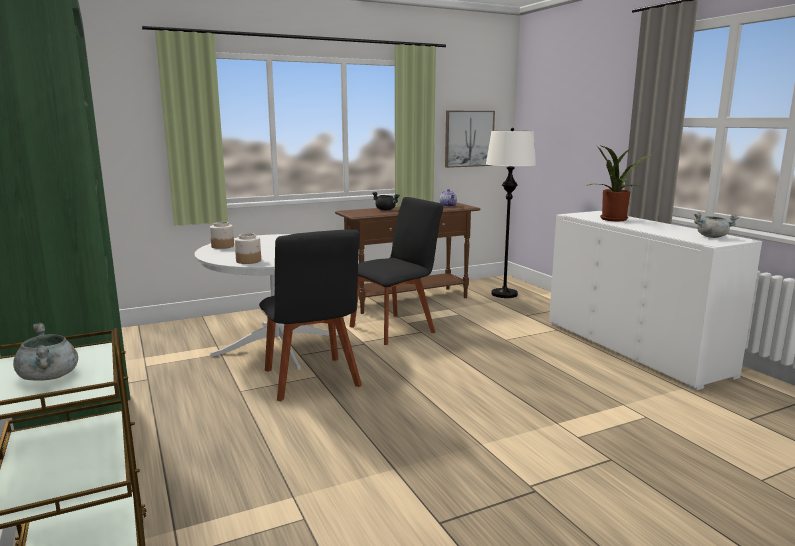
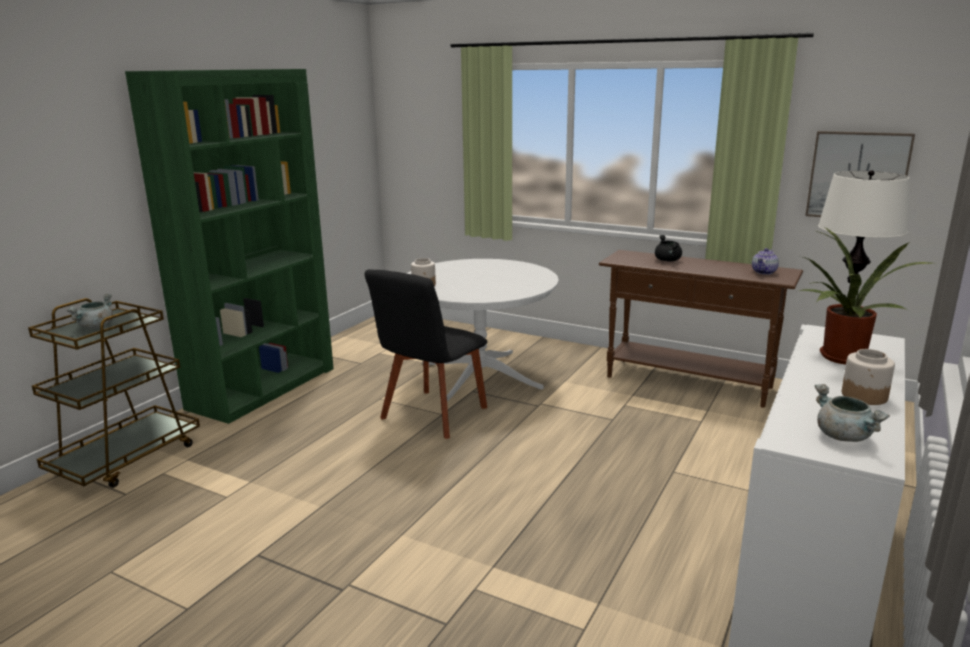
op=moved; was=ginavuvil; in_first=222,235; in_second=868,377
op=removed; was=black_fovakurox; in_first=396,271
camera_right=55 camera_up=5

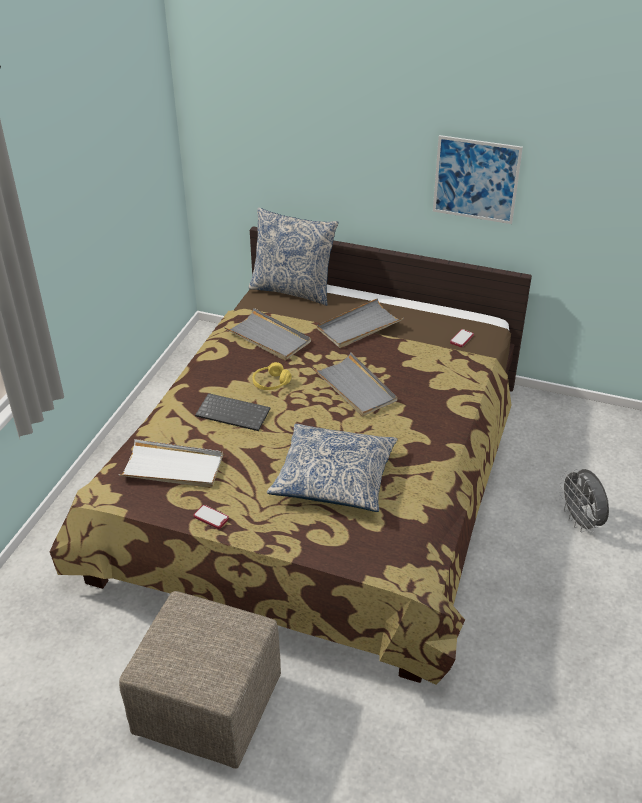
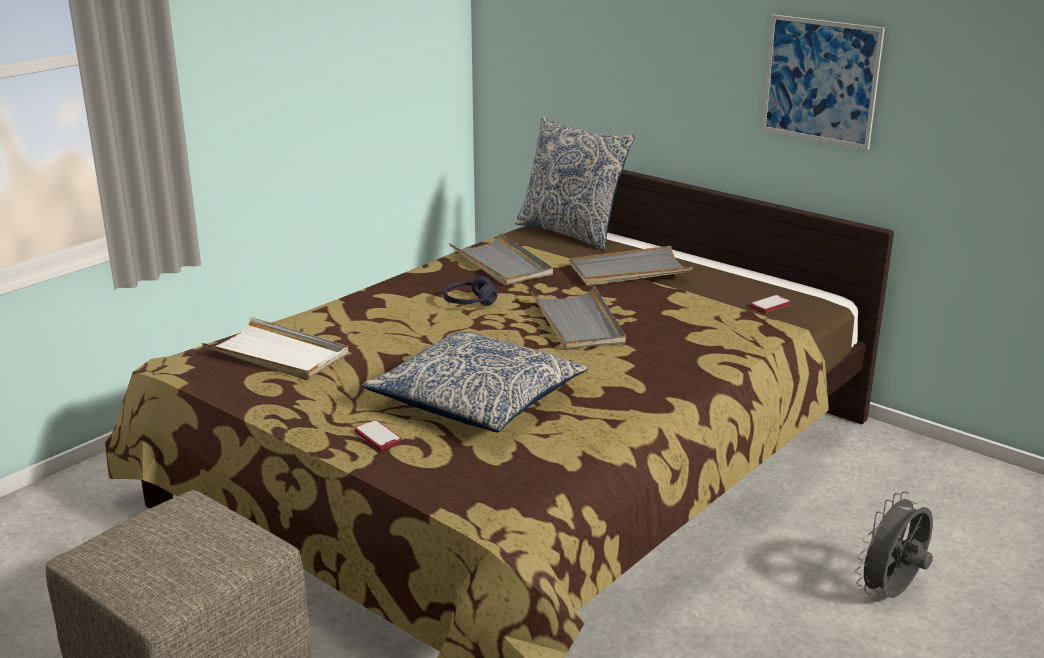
op=moved; was=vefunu; in_first=211,517; in_second=378,435
op=recoloured; was=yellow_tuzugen; now=purple_tuzugen; in_first=271,376; in_second=470,291
op=turned; was=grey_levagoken; in_first=584,501; in_second=894,544; clockwise=45
op=removed; was=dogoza; in_first=233,412
camera_right=20 camera_up=-15

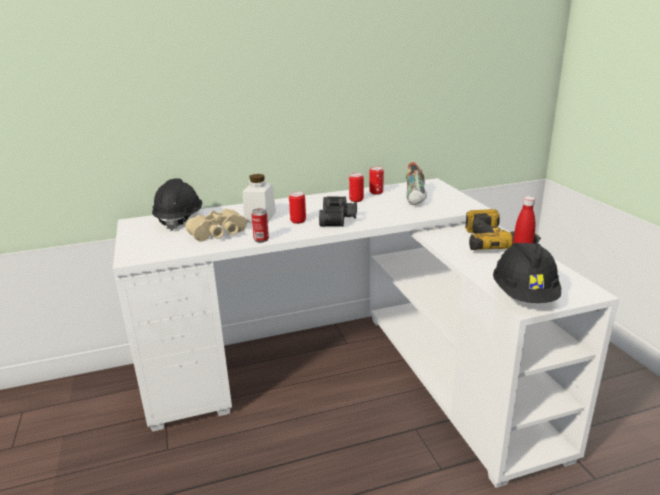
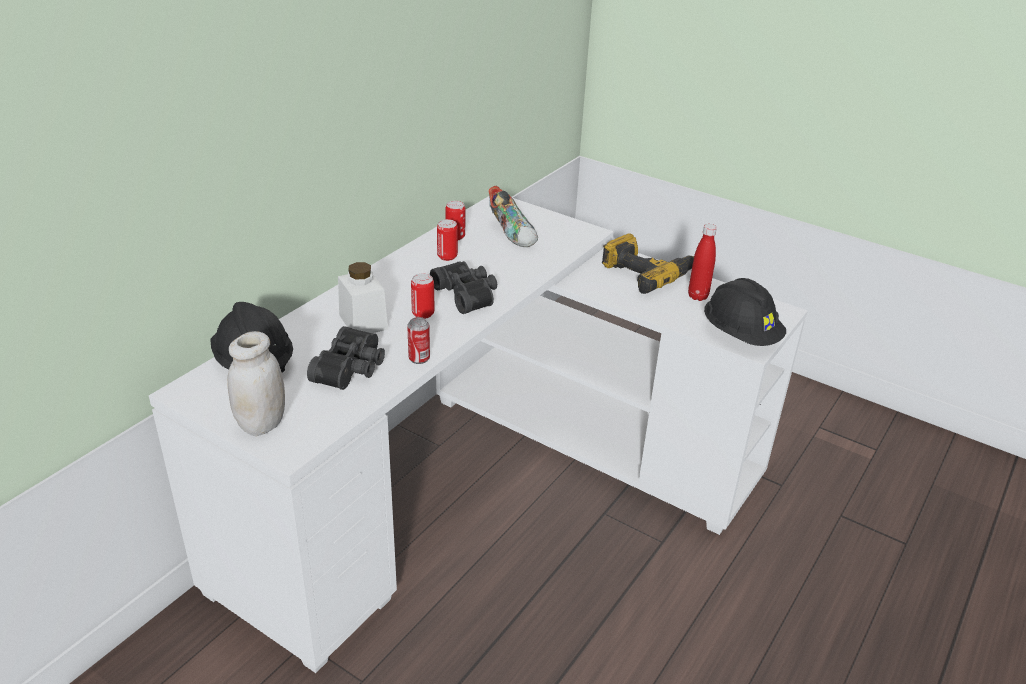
op=added; now=white_ginavuvil; in_second=256,383
op=recoloured; was=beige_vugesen; now=black_vugesen; in_first=216,225; in_second=346,358
camera_right=-40 camera_up=10

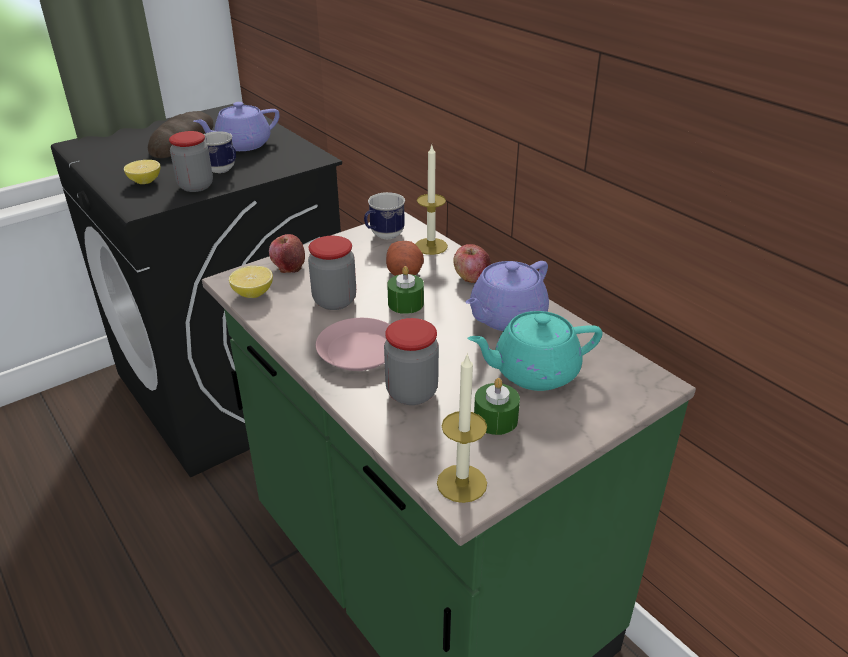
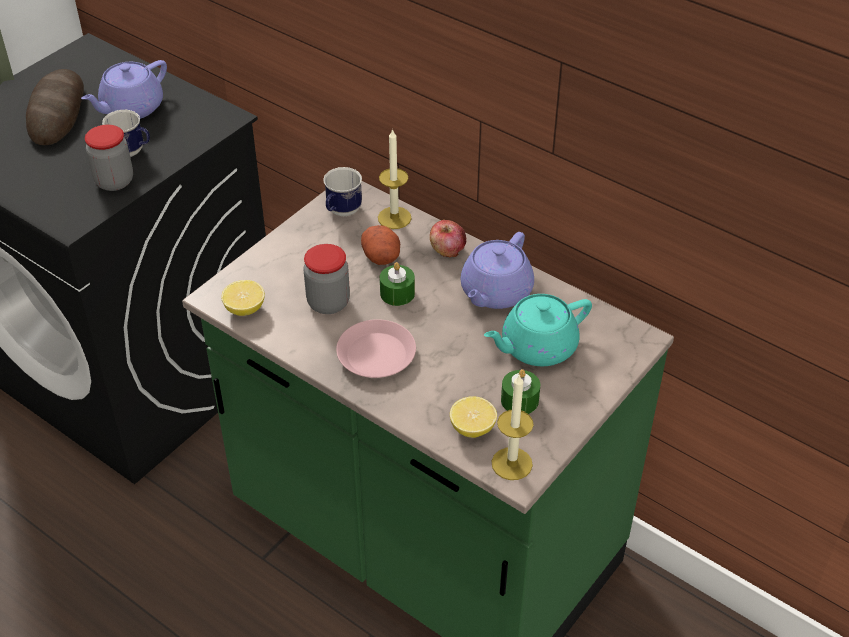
op=moved; was=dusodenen; in_first=142,172; in_second=473,417
op=removed; was=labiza; in_first=287,253
op=removed; was=ginavuvil; in_first=411,361
camera_right=-15 camera_up=10

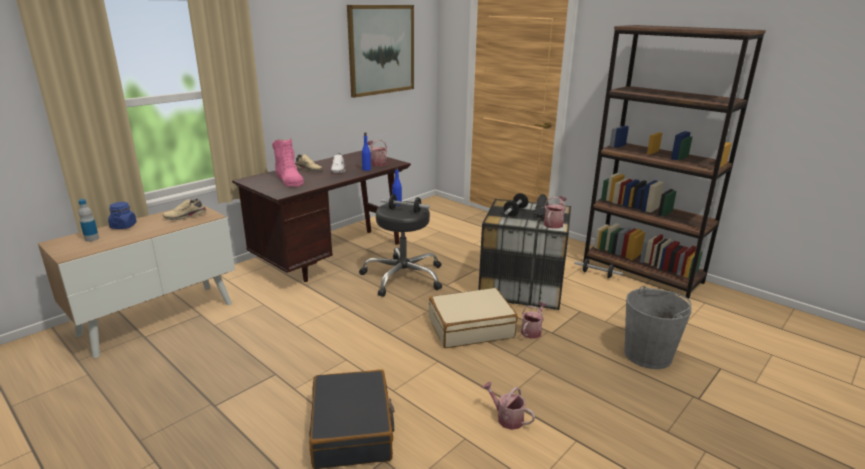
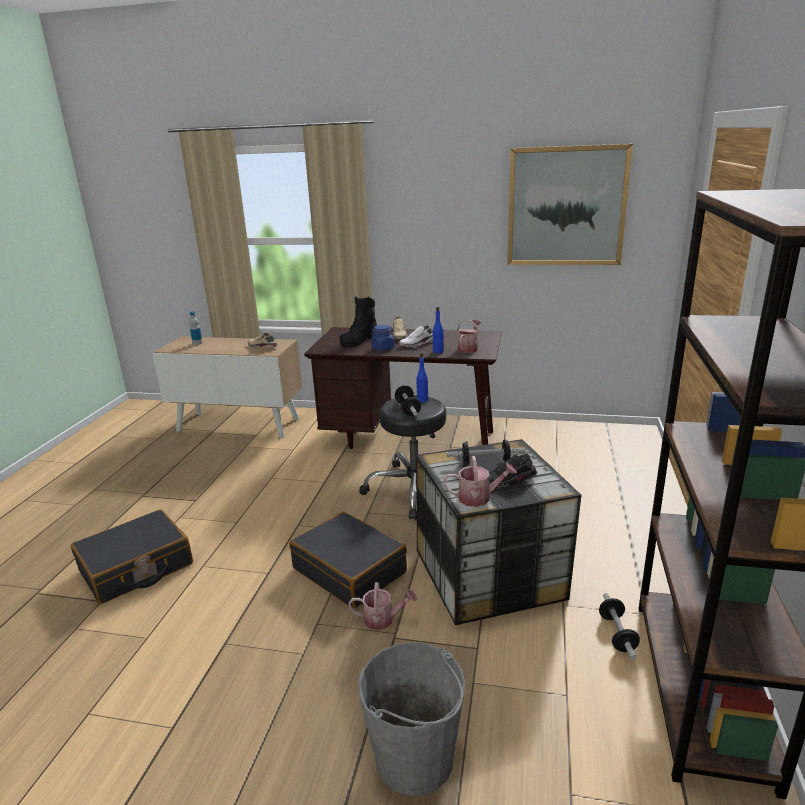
op=recoloured; was=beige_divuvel; now=black_divuvel; in_first=473,318; in_second=348,559
op=recoloured; was=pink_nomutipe; now=black_nomutipe; in_first=288,163; in_second=358,321
op=moved; was=blue_ginavuvil; in_first=122,215; in_second=382,338
op=removed; was=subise; in_first=508,406
camera_right=60 camera_up=0

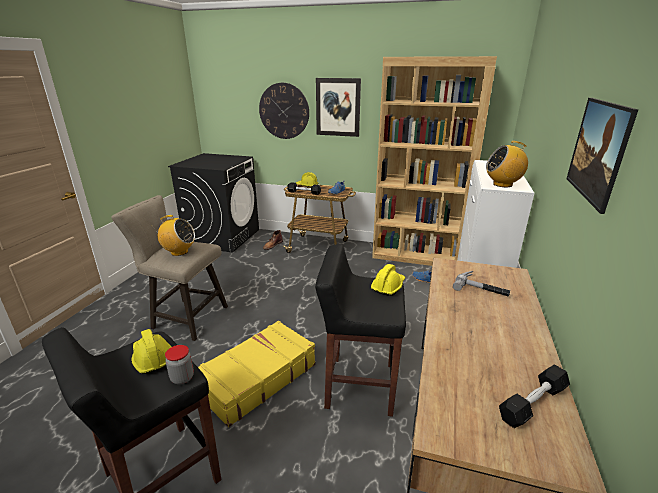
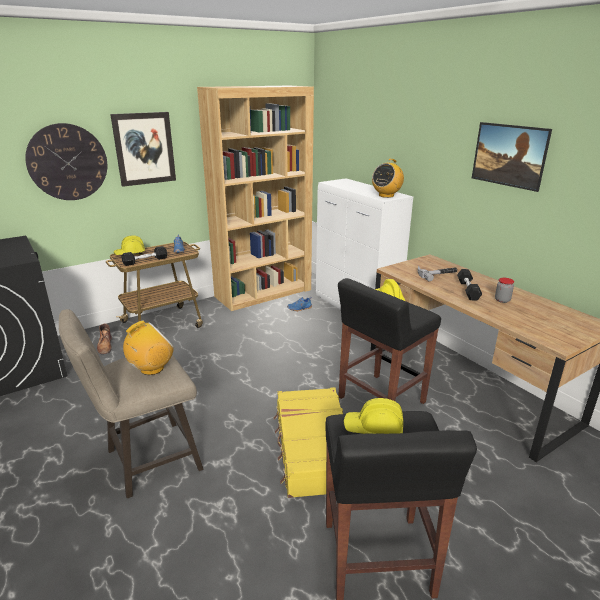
op=moved; was=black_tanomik; in_first=534,396; in_second=469,285
op=moved; was=ginavuvil; in_first=179,364; in_second=504,290
camera_right=-50 camera_up=0

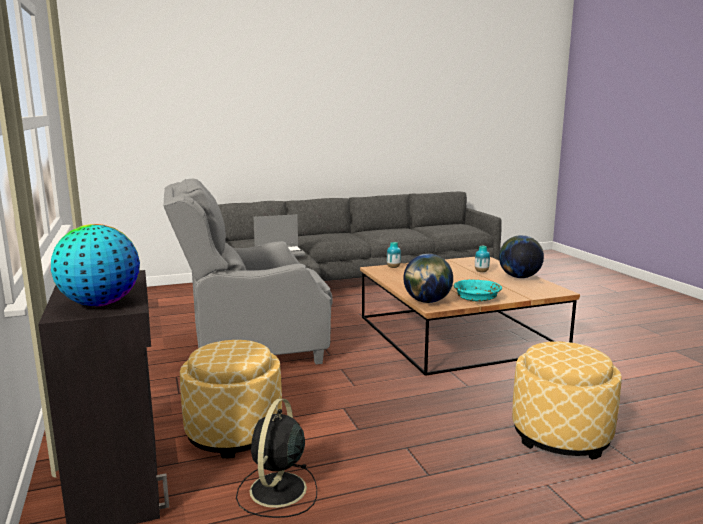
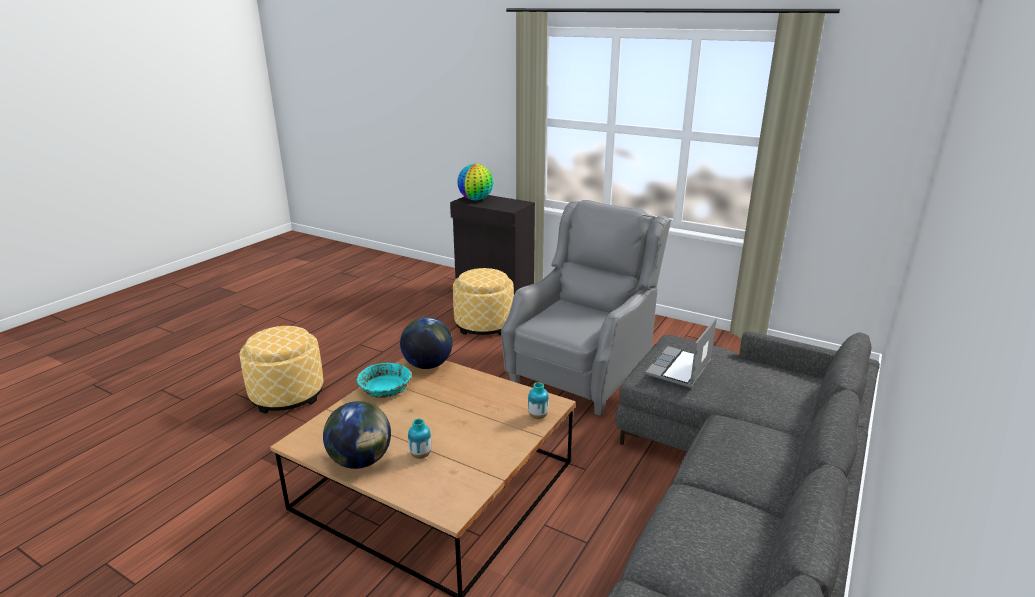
op=removed; was=black_levagoken; in_first=276,458
camera_right=140 camera_up=10

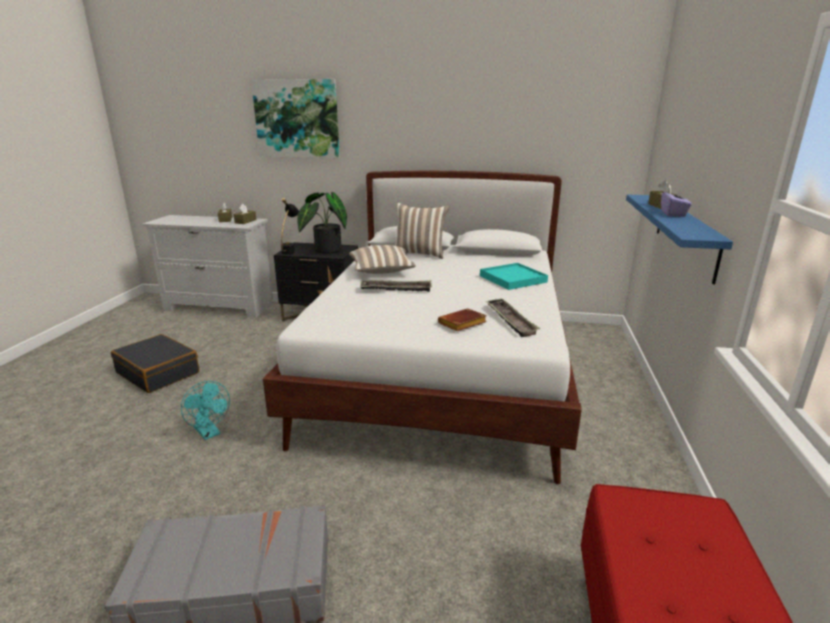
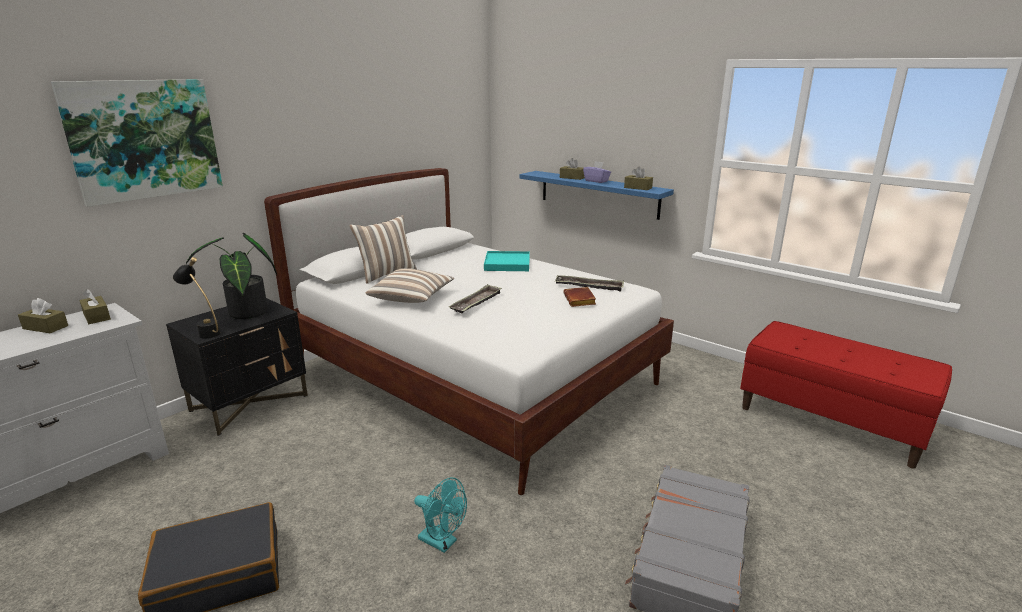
op=turned; was=turquoise_levagoken; in_first=205,410; in_second=440,515; clockwise=45
op=added; now=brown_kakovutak; in_second=638,178
camera_right=-60 camera_up=0

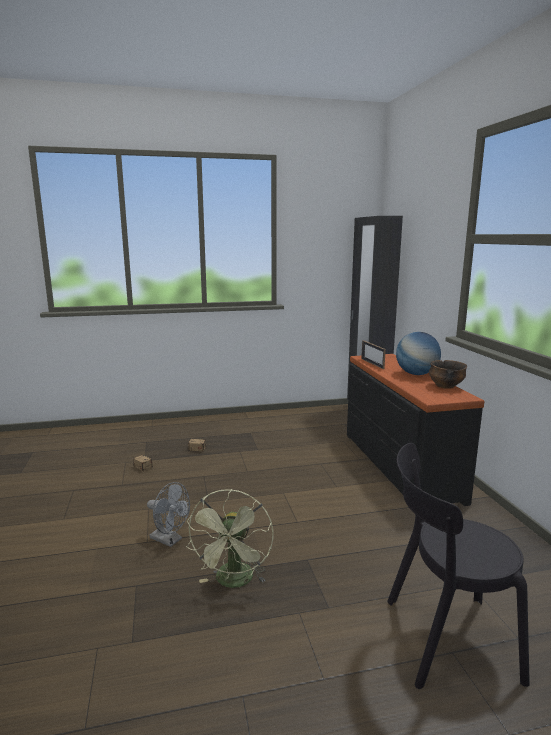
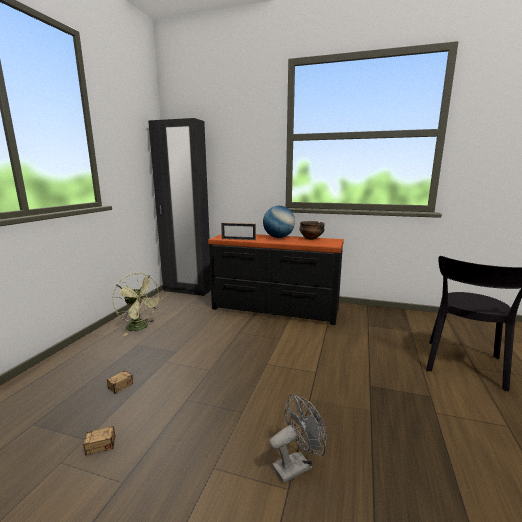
op=moved; was=green_levagoken; in_first=230,538; in_second=137,304
camera_right=-60 camera_up=0

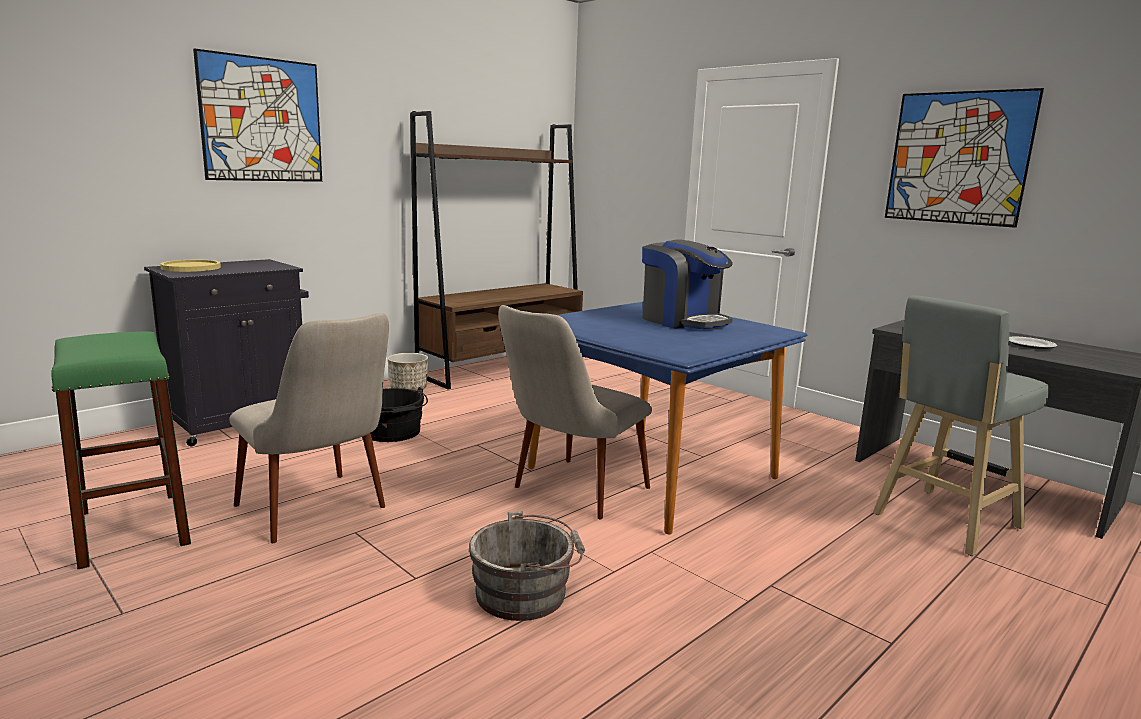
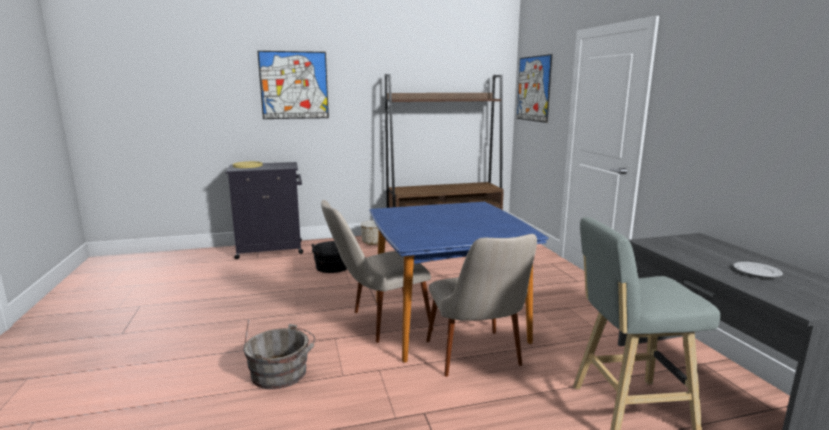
op=moved; was=beige_fovakurox; in_first=309,428; in_second=481,305
op=moved; was=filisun; in_first=964,158; in_second=534,88
op=removed; was=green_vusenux; in_first=121,450
op=removed; was=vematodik; in_first=687,284
camera_right=30 camera_up=0

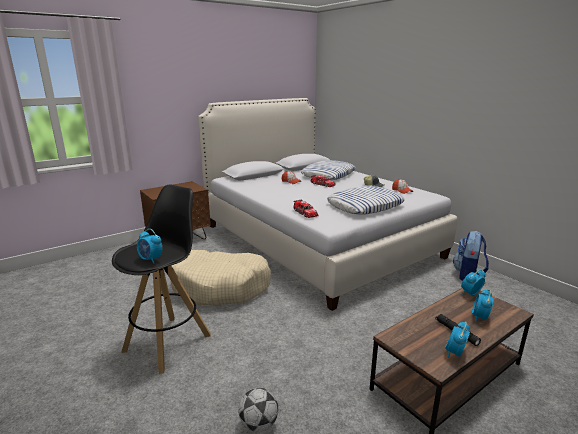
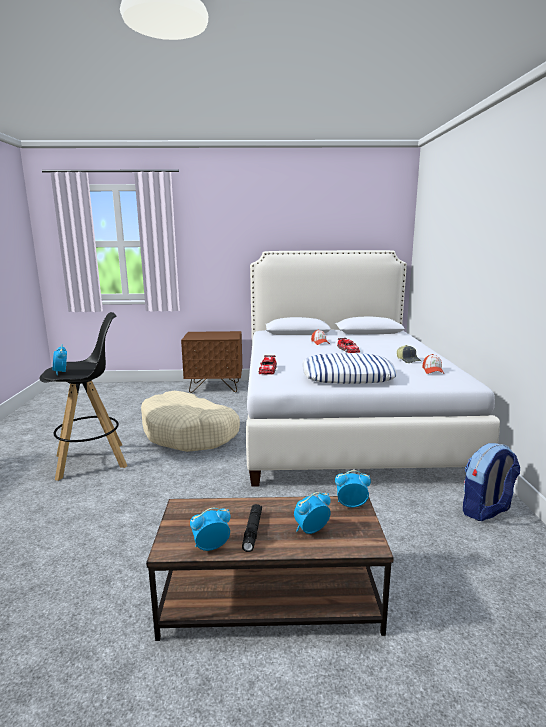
op=removed; was=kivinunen; in_first=258,410
op=removed; was=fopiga; in_first=328,170
camera_right=35 camera_up=-5

